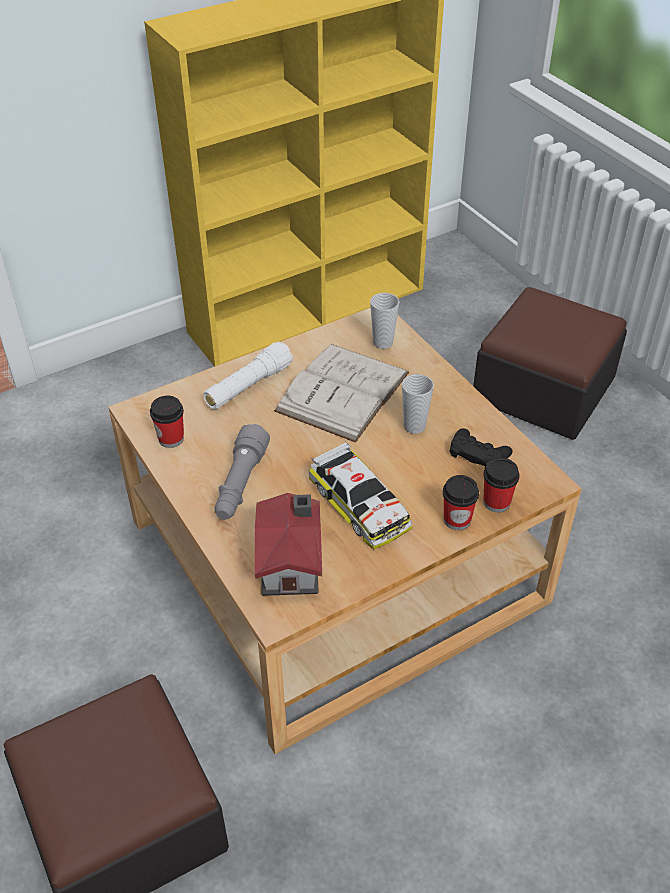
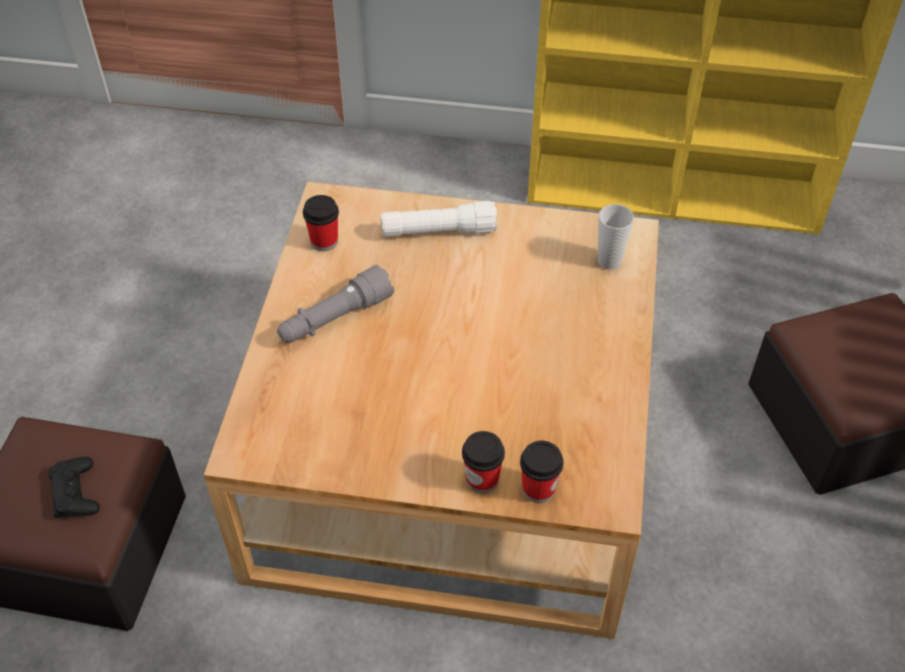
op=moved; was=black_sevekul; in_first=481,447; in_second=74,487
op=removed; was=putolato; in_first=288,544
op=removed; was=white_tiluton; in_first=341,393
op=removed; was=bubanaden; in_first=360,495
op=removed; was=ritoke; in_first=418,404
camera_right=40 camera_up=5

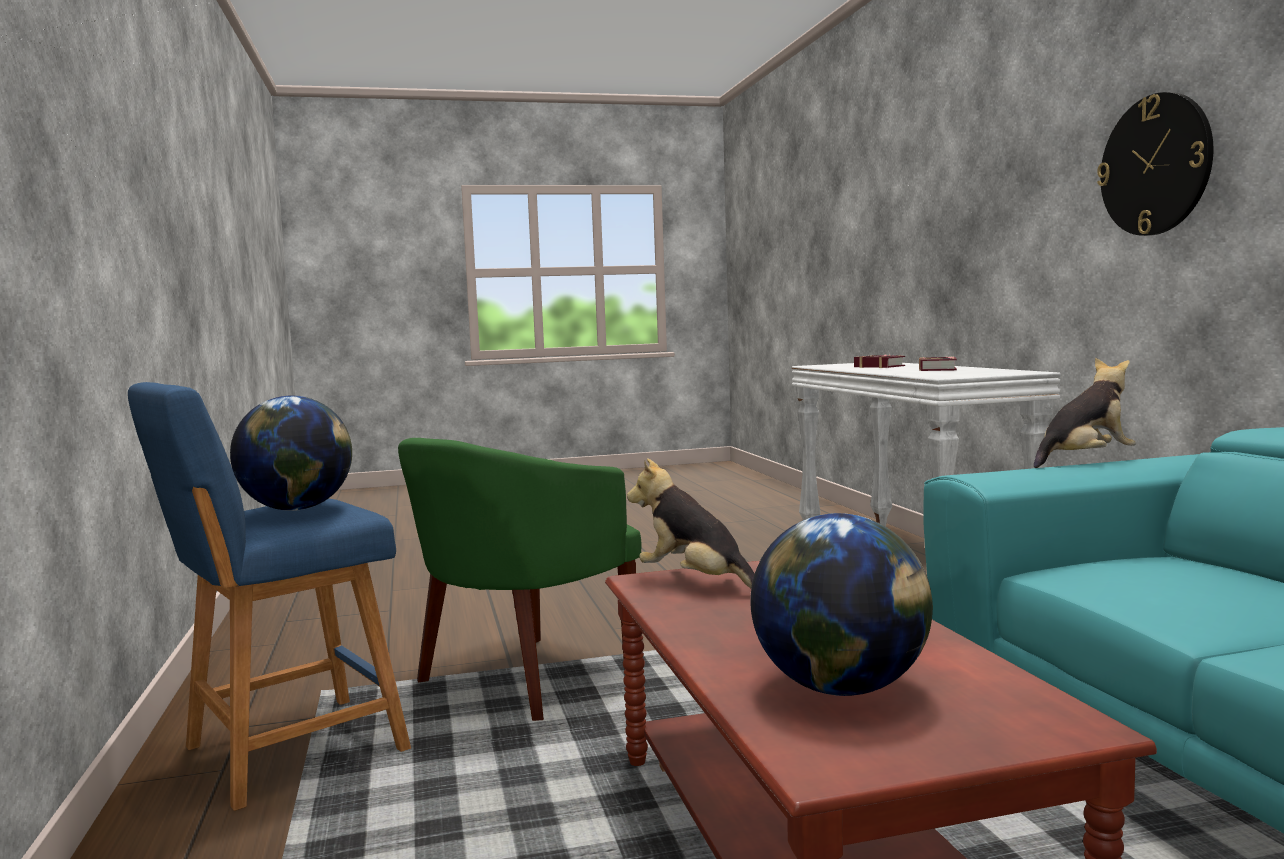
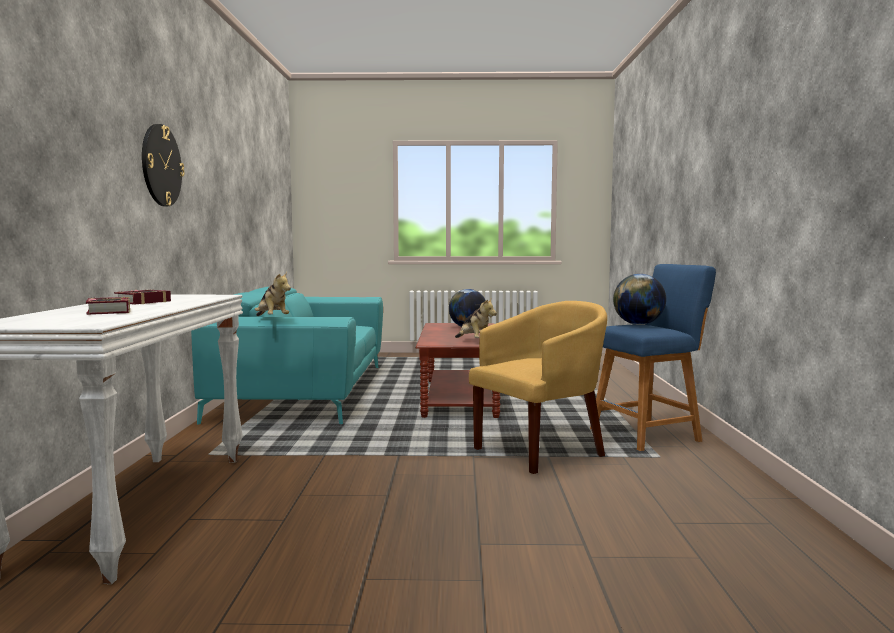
op=turned; was=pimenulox; in_first=1085,413; in_second=273,294; clockwise=-120
op=recoloured; was=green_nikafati; now=yellow_nikafati; in_first=519,579; in_second=538,387
camera_right=-165 camera_up=0

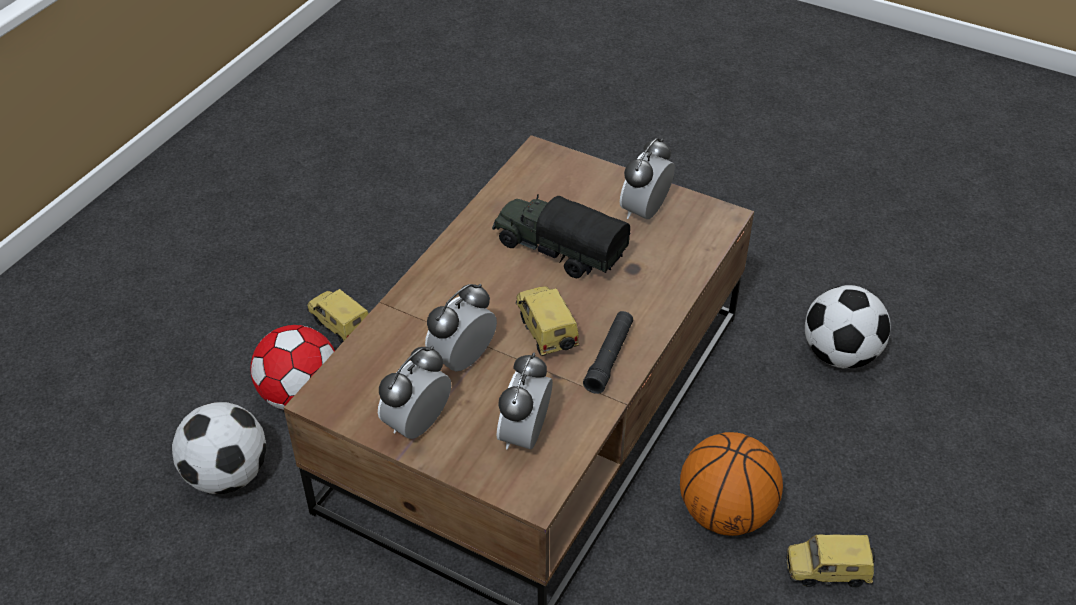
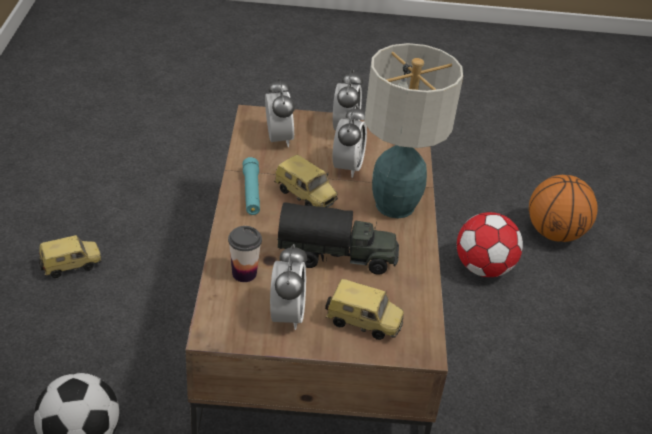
op=added; now=ritoke; in_second=245,254
op=recoloured; was=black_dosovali; now=turquoise_dosovali; in_first=608,352; in_second=251,186
op=moved; was=bubanaden; in_first=338,316; in_second=364,309
op=added; now=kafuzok; in_second=413,131
op=moved; was=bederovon; in_first=731,484; in_second=563,208
op=removed; was=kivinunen; in_first=219,448
camera_right=150 camera_up=-5

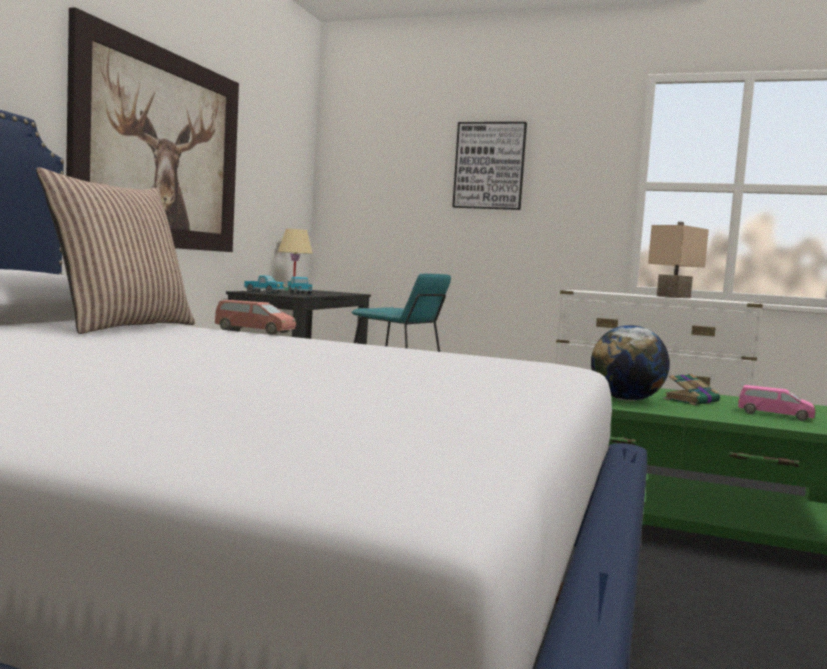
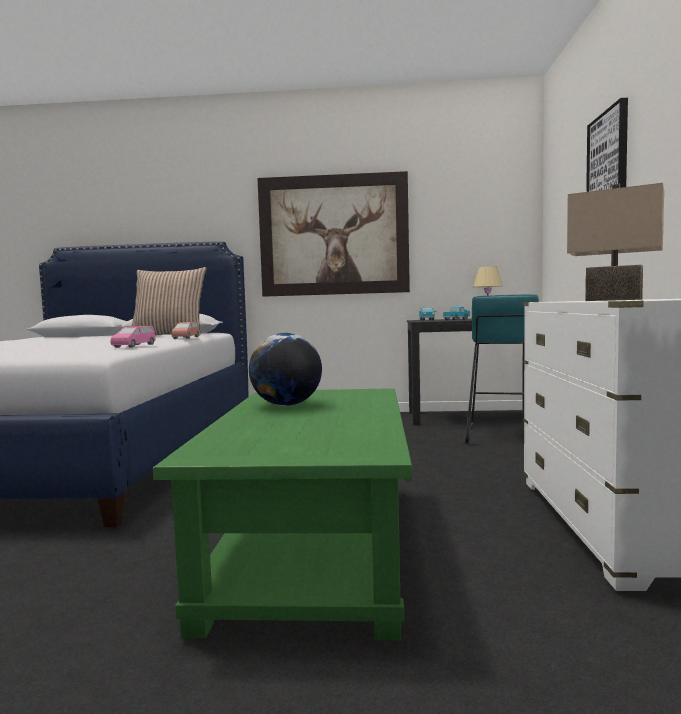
op=moved; was=pink_bubanaden; in_first=777,403; in_second=133,337
op=removed; was=tiluton; in_first=691,389
camera_right=75 camera_up=0

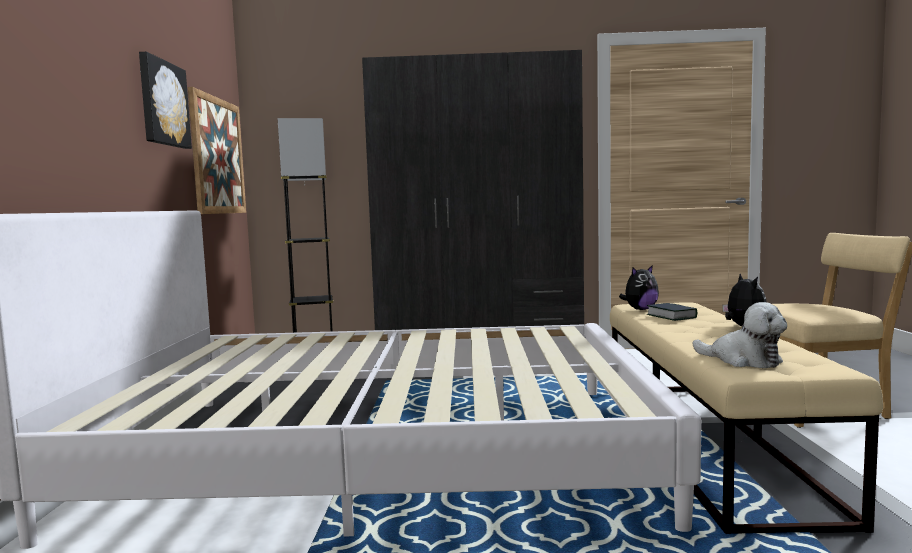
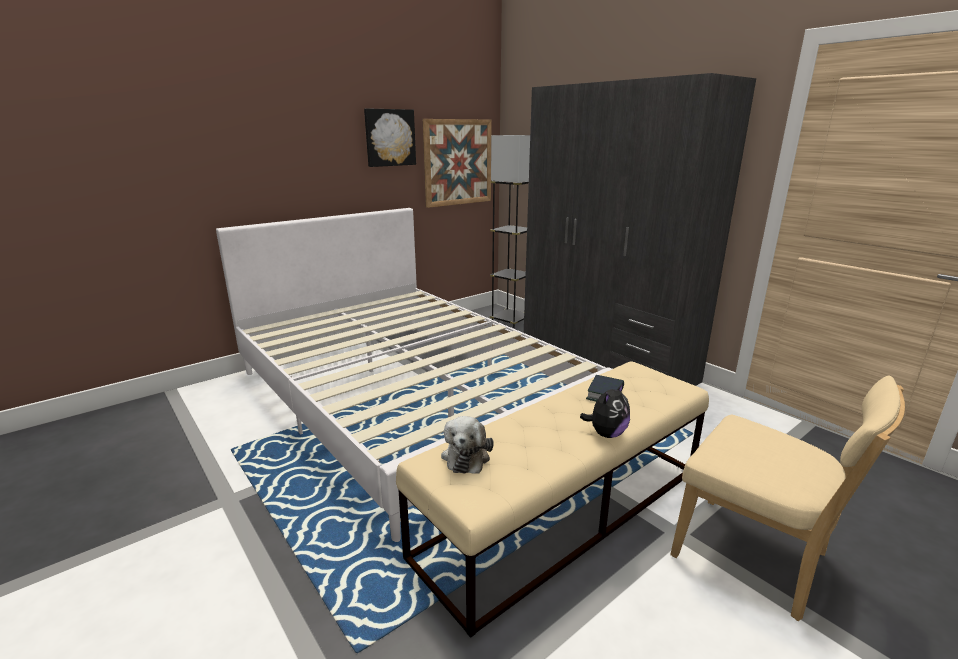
op=removed; was=pimenulox; in_first=639,287
camera_right=50 camera_up=15

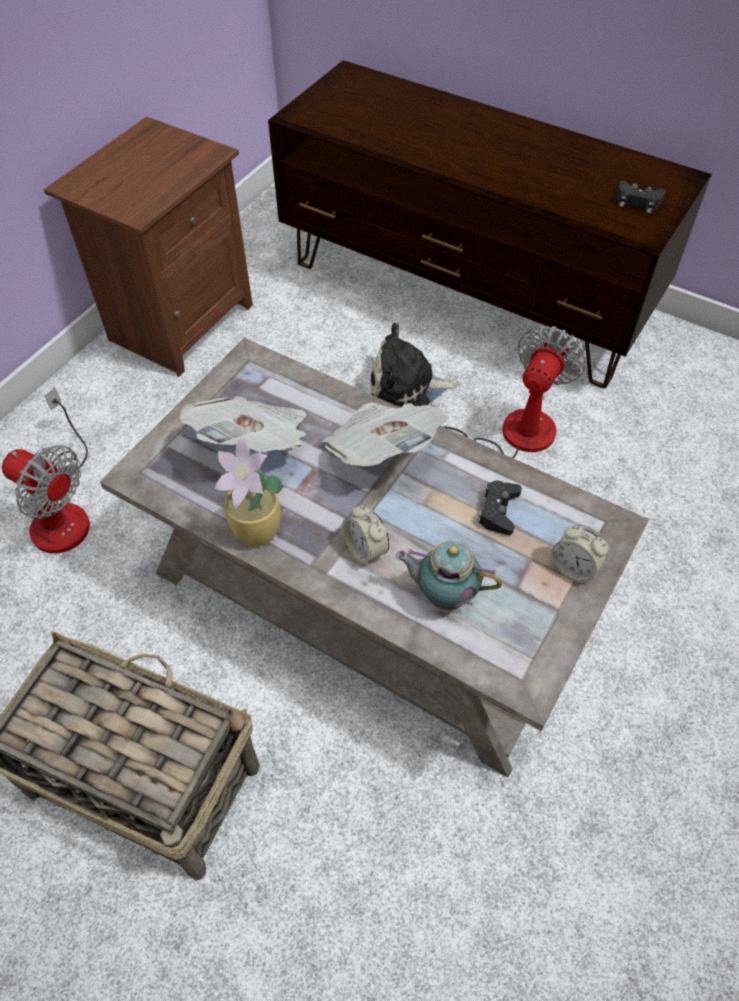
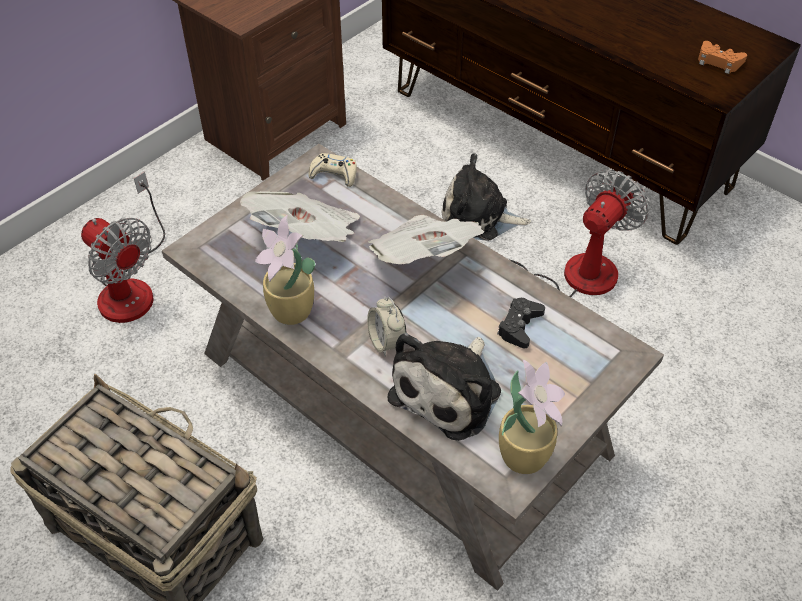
op=added; now=beige_sevekul; in_second=332,170
op=replaced; was=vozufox; now=pimenulox; in_first=449,575; in_second=444,387
op=added; now=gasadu; in_second=532,417
op=recoloured; was=black_sevekul; now=orange_sevekul; in_first=641,197; in_second=722,57
op=removed; was=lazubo; in_first=580,554
camera_right=10 camera_up=-5

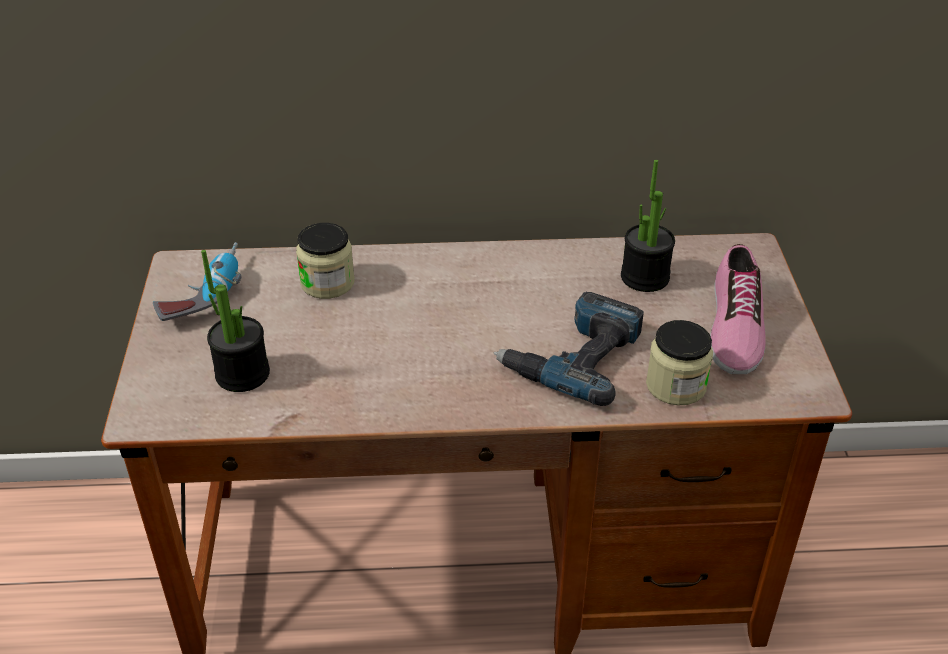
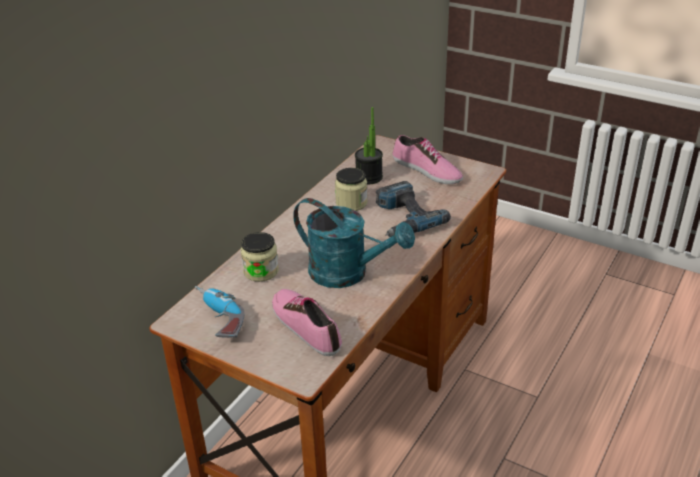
op=replaced; was=gasadu; now=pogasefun; in_first=235,321; in_second=307,322
op=added; now=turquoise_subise; in_second=354,243
op=moved; was=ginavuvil; in_first=679,363; in_second=351,189
camera_right=-55 camera_up=-5

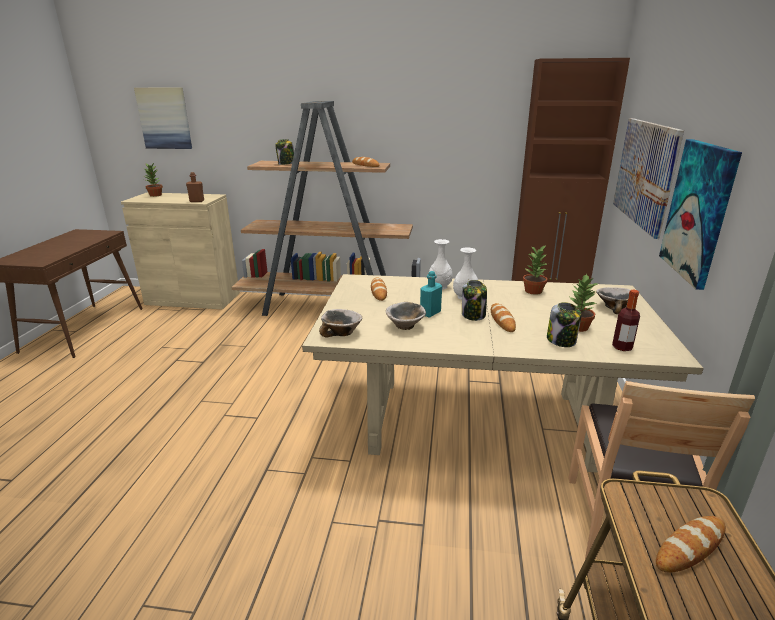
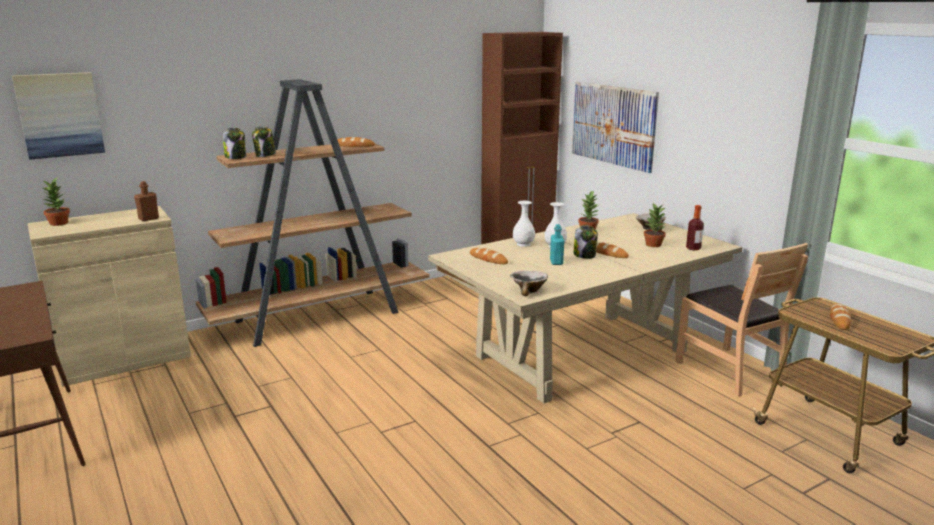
op=moved; was=ginavuvil; in_first=564,324; in_second=234,143
op=removed; was=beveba; in_first=406,316
op=removed; was=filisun; in_first=700,214
camera_right=-40 camera_up=-5

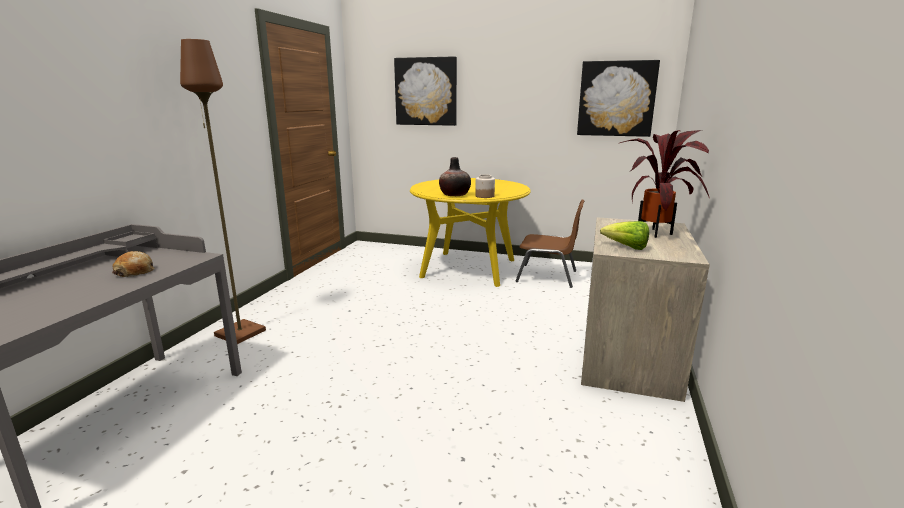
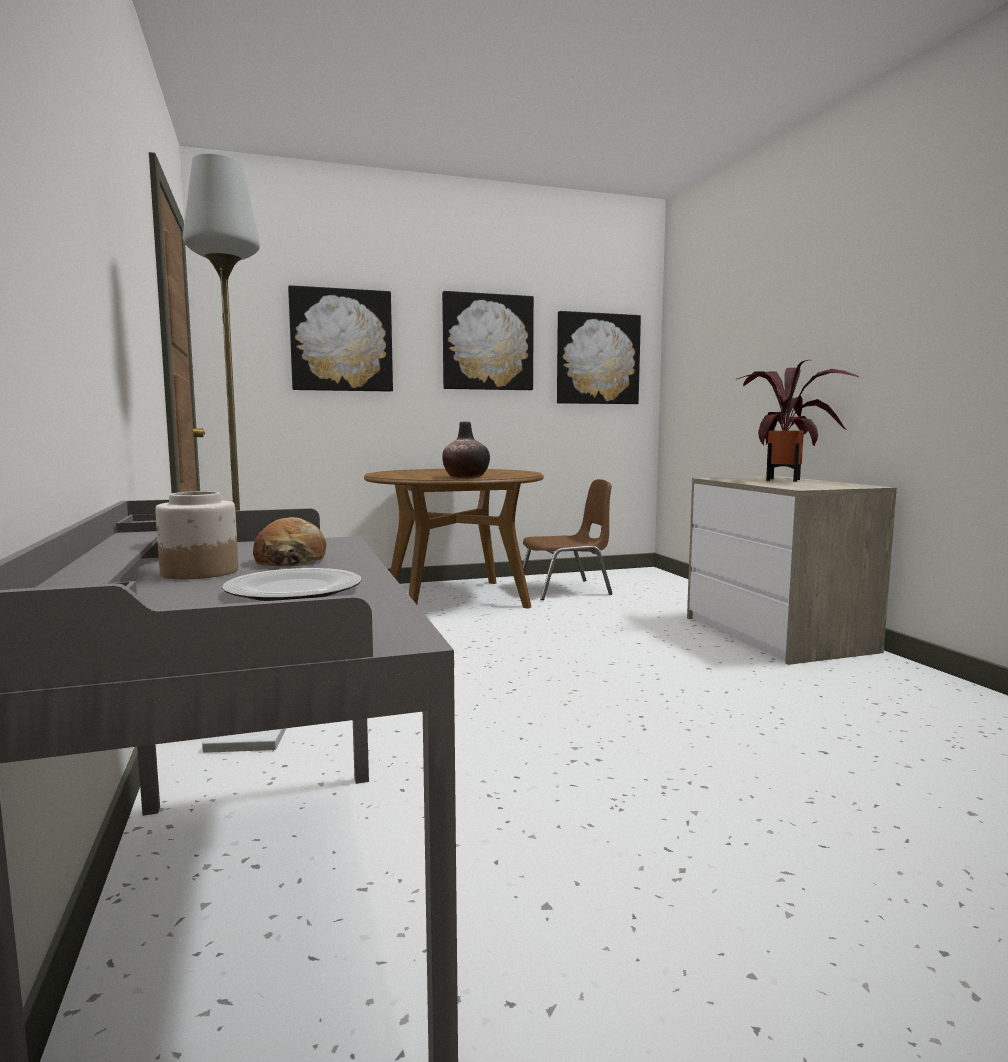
op=moved; was=ginavuvil; in_first=485,186; in_second=196,535
op=recoloured; was=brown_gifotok; now=grey_gifotok; in_first=223,191; in_second=235,453
op=added; now=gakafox; in_second=292,584
op=recoloured; was=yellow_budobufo; now=brown_budobufo; in_first=470,232; in_second=454,538
op=added; now=filisun; in_second=488,340
op=removed; was=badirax; in_first=624,235
camera_right=-35 camera_up=-10

